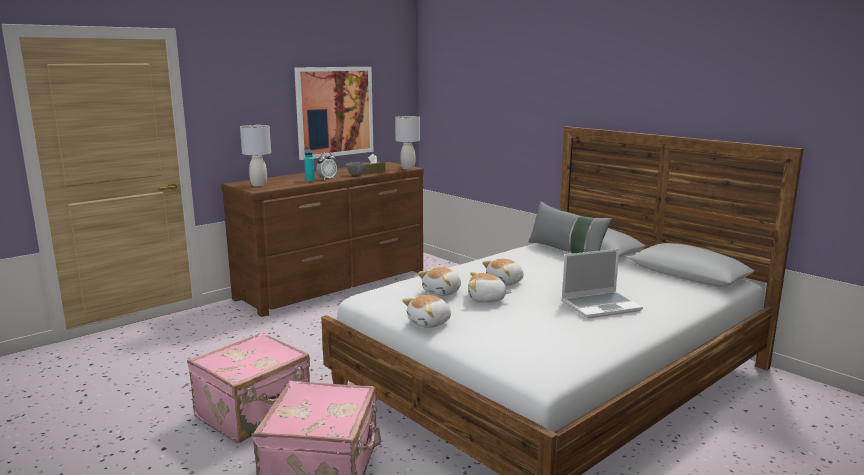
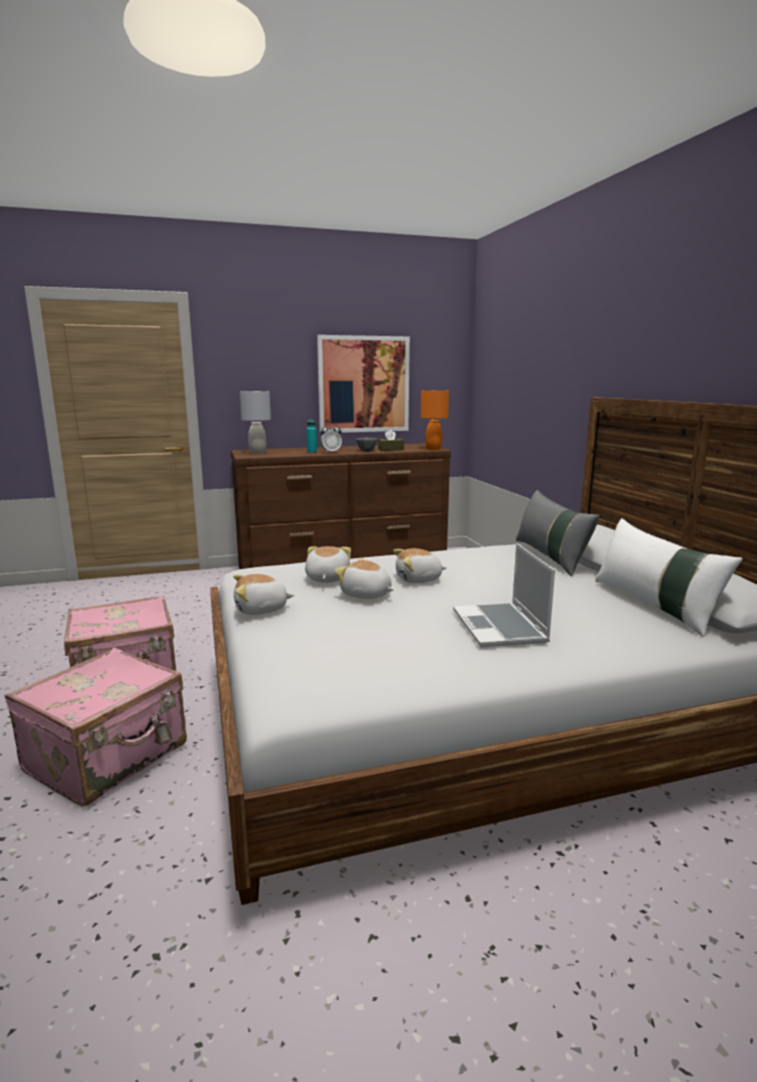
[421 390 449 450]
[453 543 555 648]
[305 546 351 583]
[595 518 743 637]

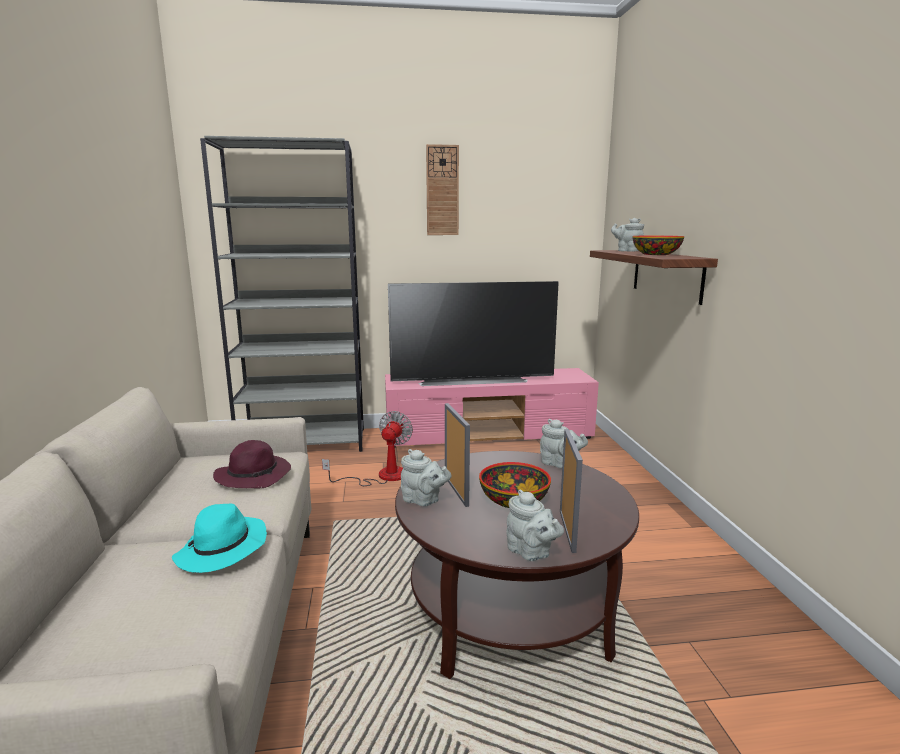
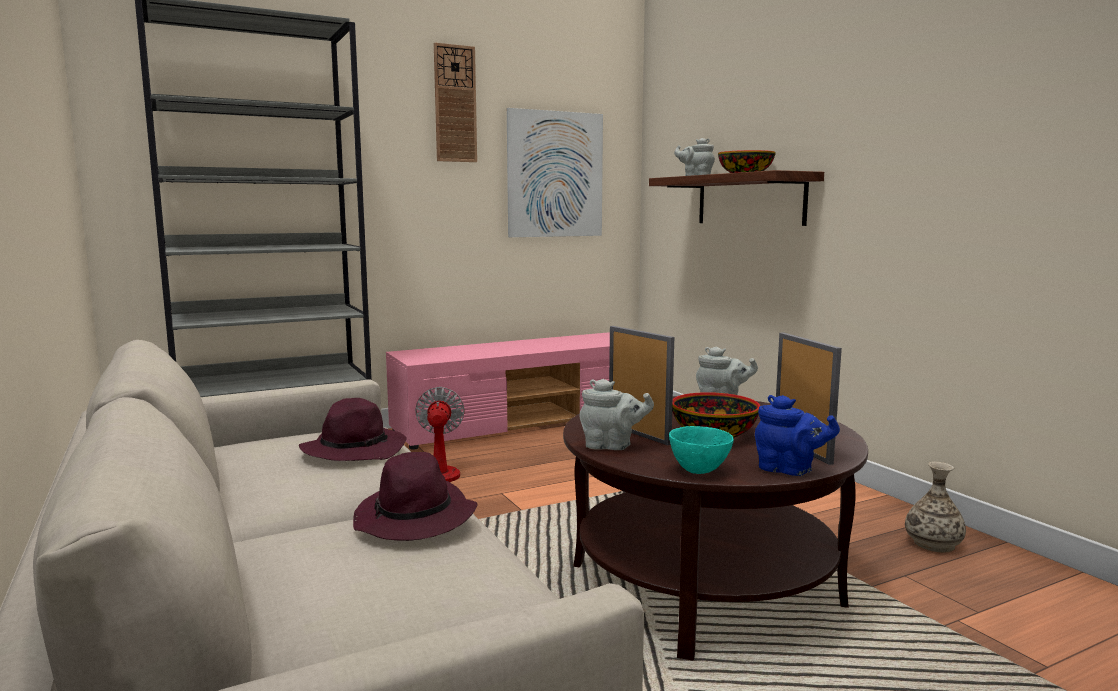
[388 281 559 386] (first image)
[755 395 840 476]
[353 452 478 541]
[507 108 603 237]
[669 426 734 474]
[905 462 966 553]

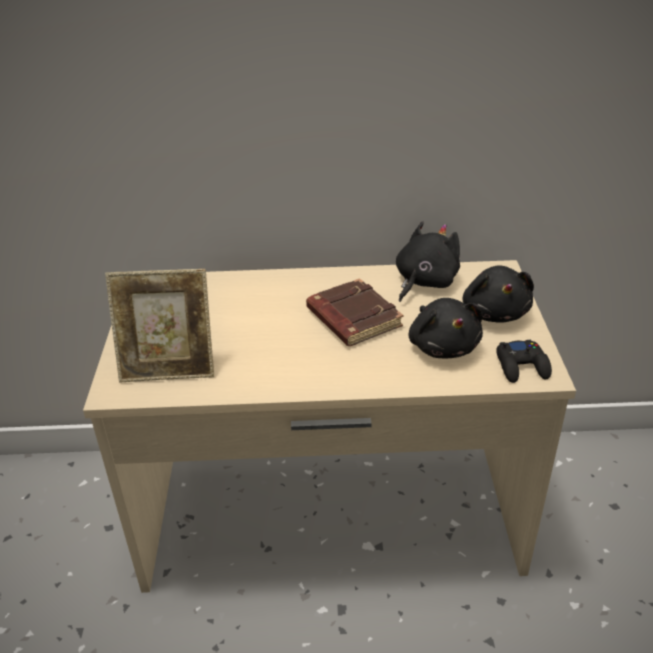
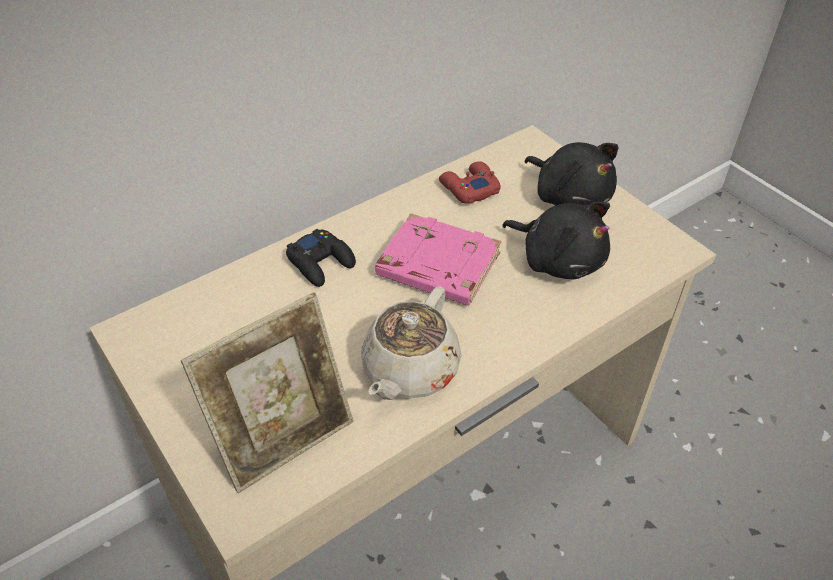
[439 161 501 204]
[375 213 501 306]
[286 229 356 287]
[361 286 461 400]

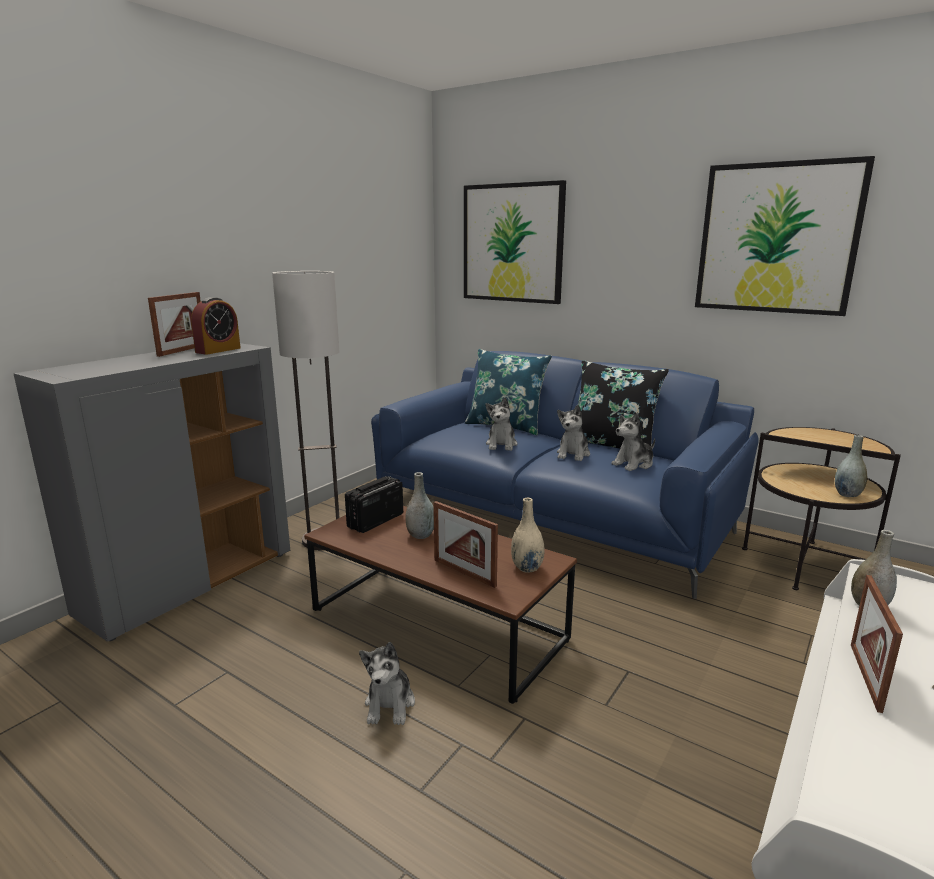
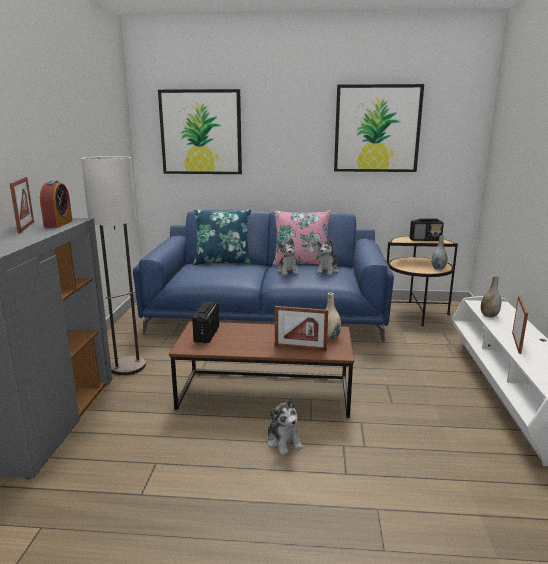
[273 210 331 266]
[485 397 518 451] (first image)
[405 472 434 539] (first image)
[512 296 528 354]
[410 218 444 241]

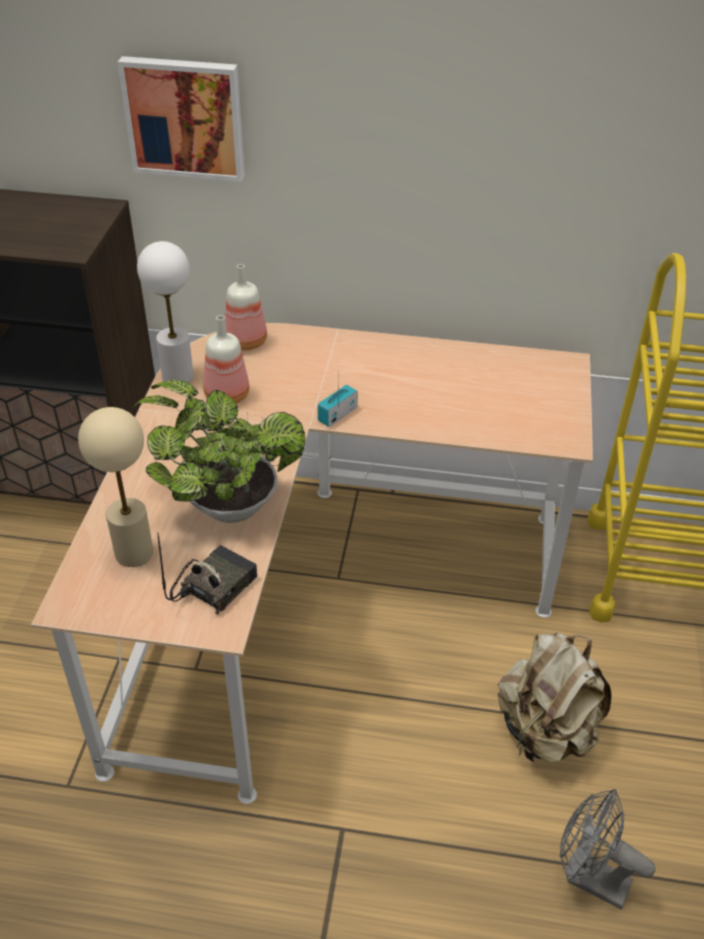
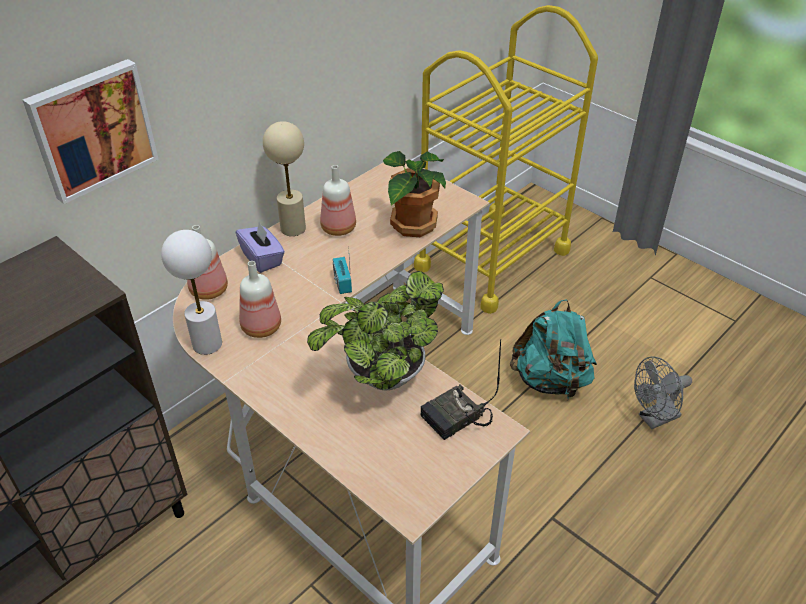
[263 121 306 236]
[420 339 501 440]
[510 299 597 399]
[383 151 446 237]
[320 165 356 236]
[236 222 285 273]

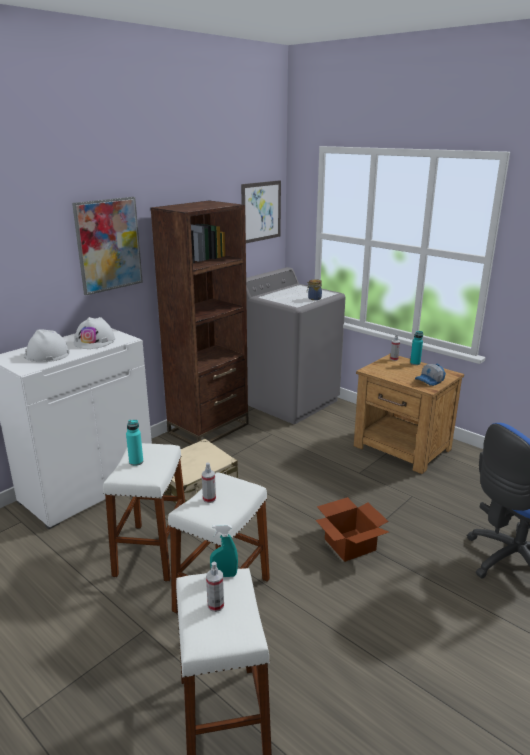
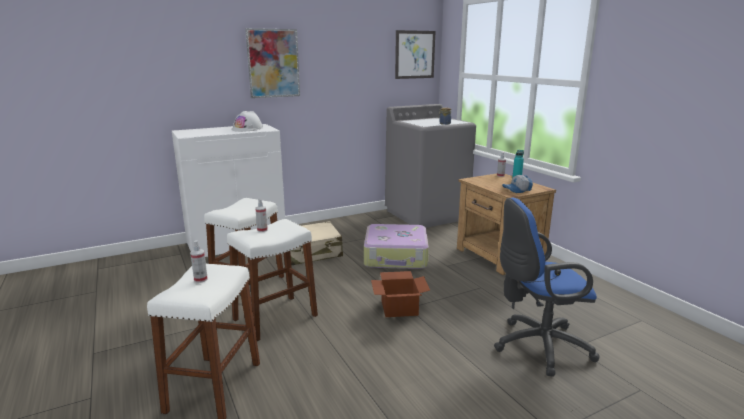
[150 201 248 445] (first image)
[24 329 70 362] (first image)
[126 420 143 466] (first image)
[210 524 238 577] (first image)
[364 224 429 269]

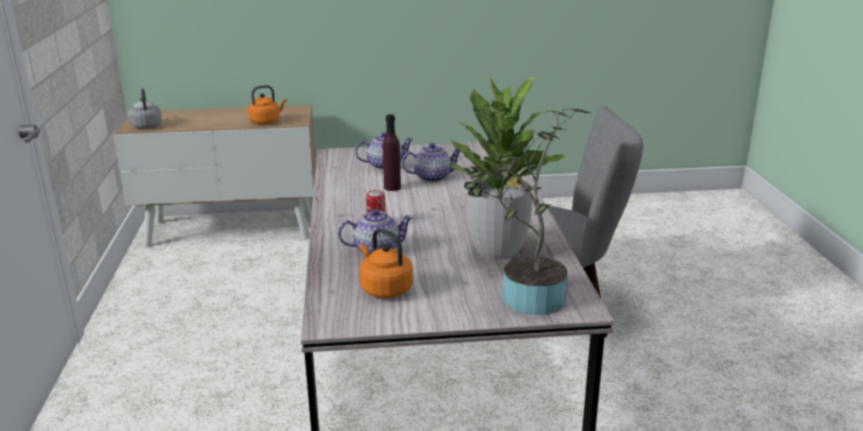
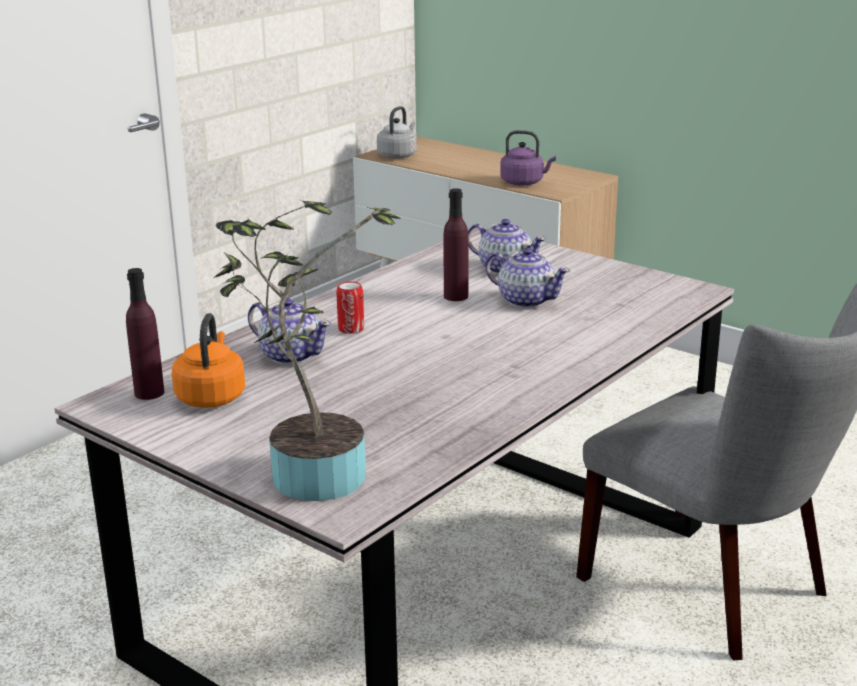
[446 77 567 259] (first image)
[500 130 556 186]
[126 268 164 400]

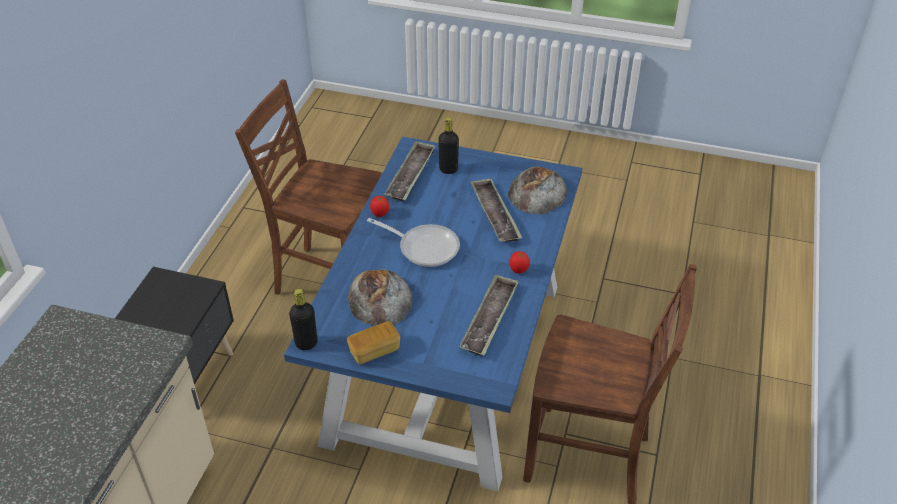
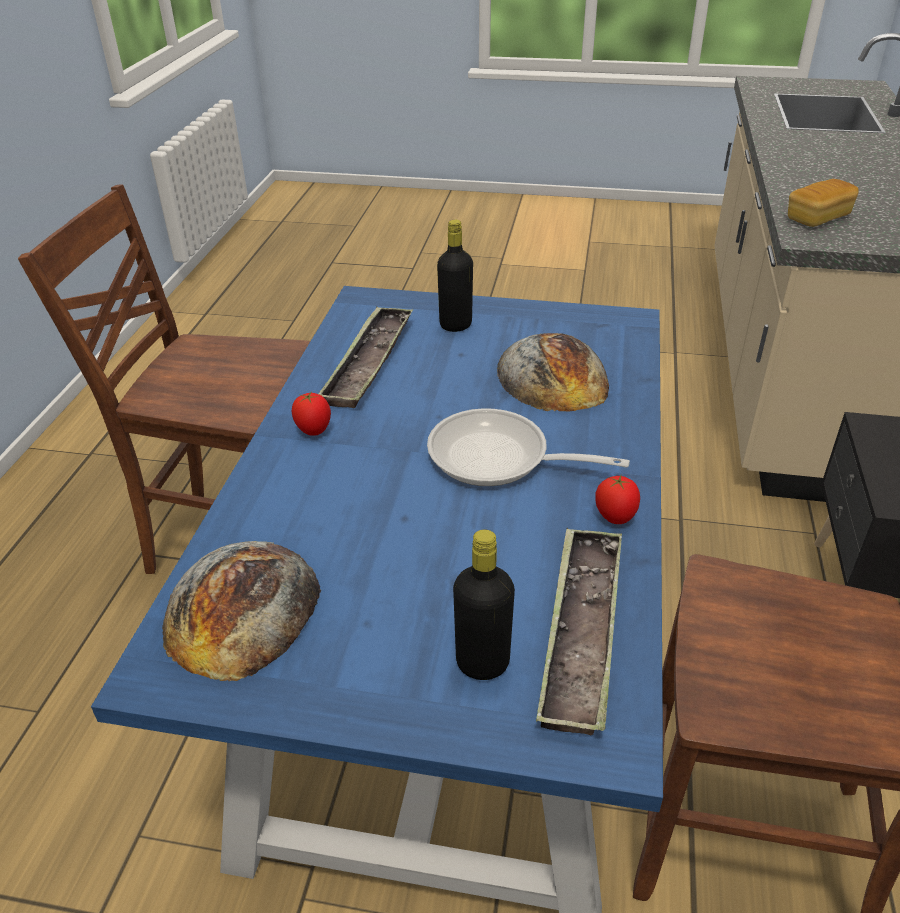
[470 178 522 242] (first image)
[437 220 473 332]
[788 179 858 227]

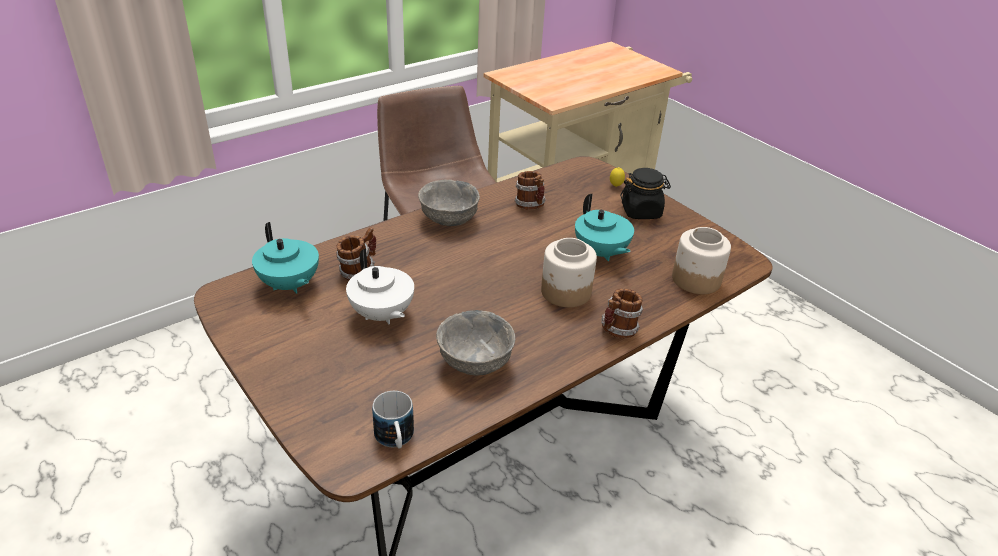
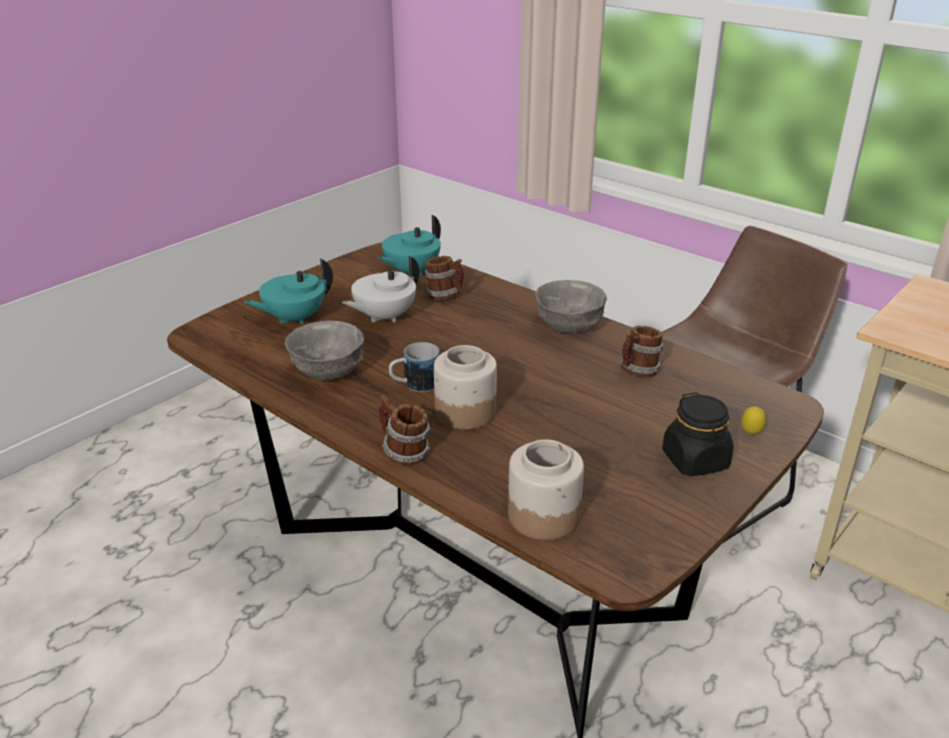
[244 258 333 324]
[389 342 440 392]

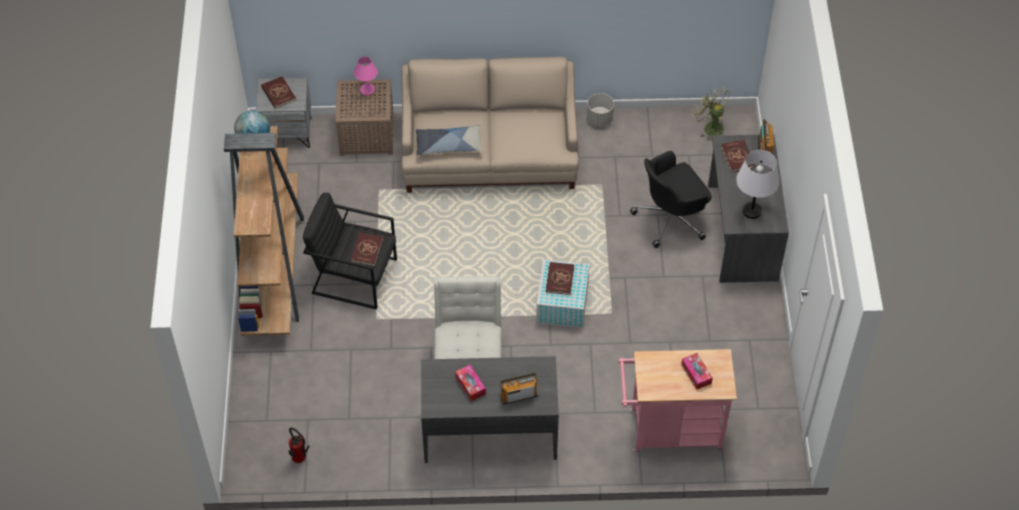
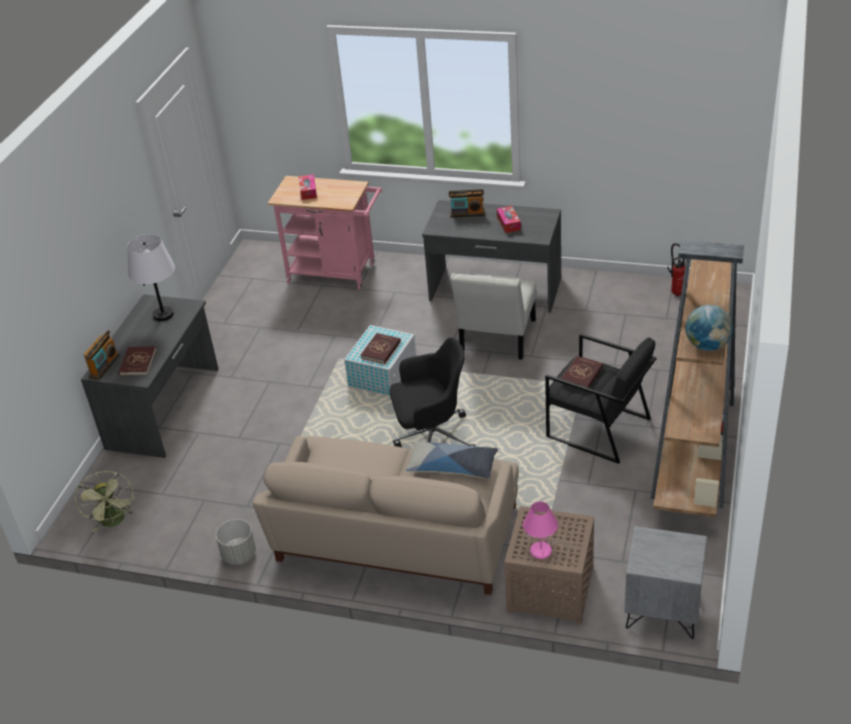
[261 76 296 109] (first image)
[390 337 476 447]

